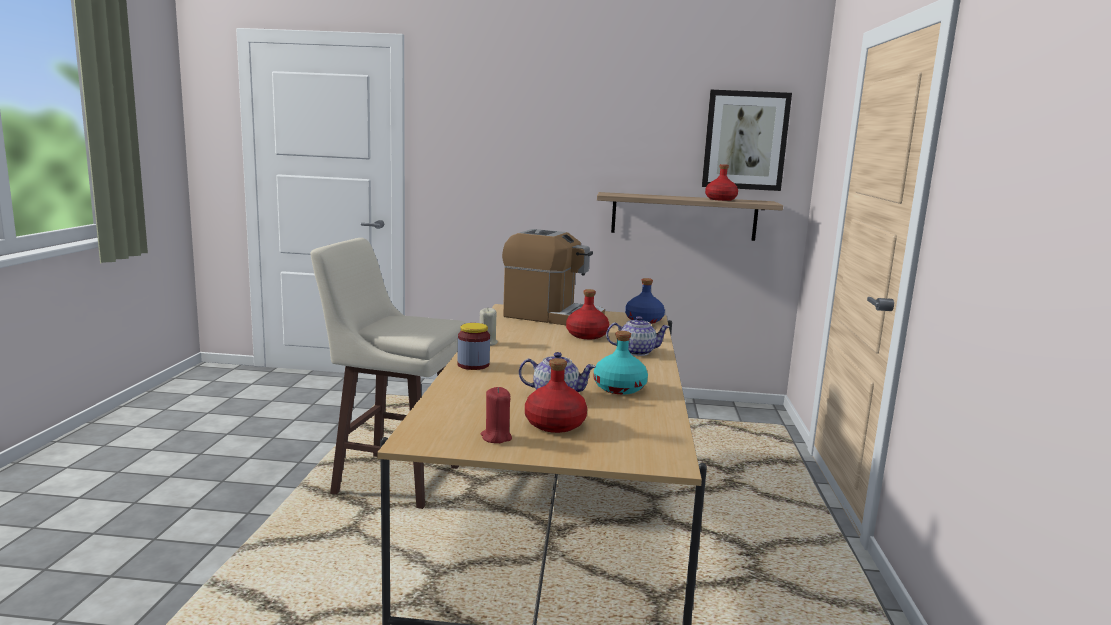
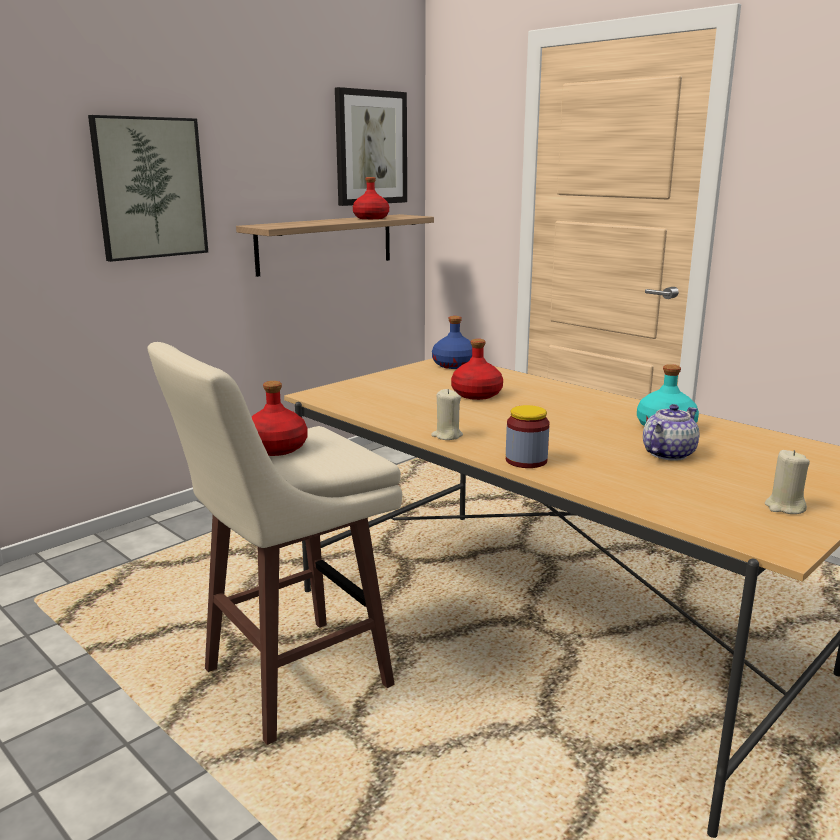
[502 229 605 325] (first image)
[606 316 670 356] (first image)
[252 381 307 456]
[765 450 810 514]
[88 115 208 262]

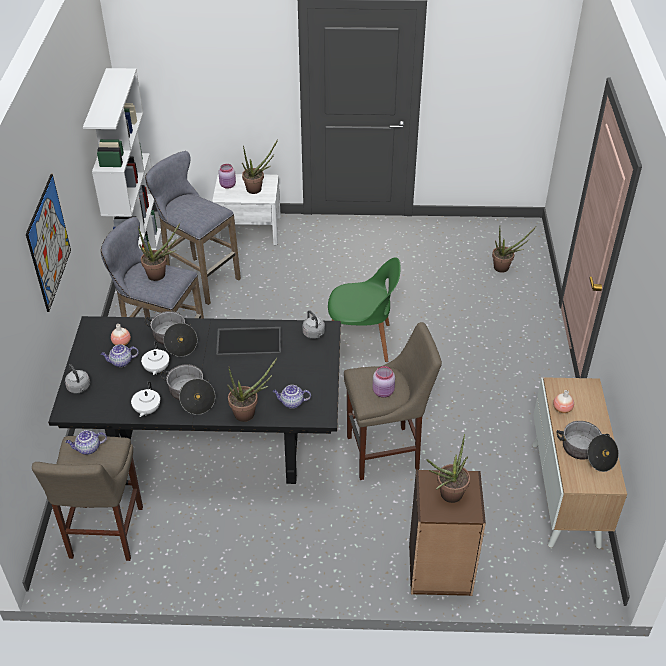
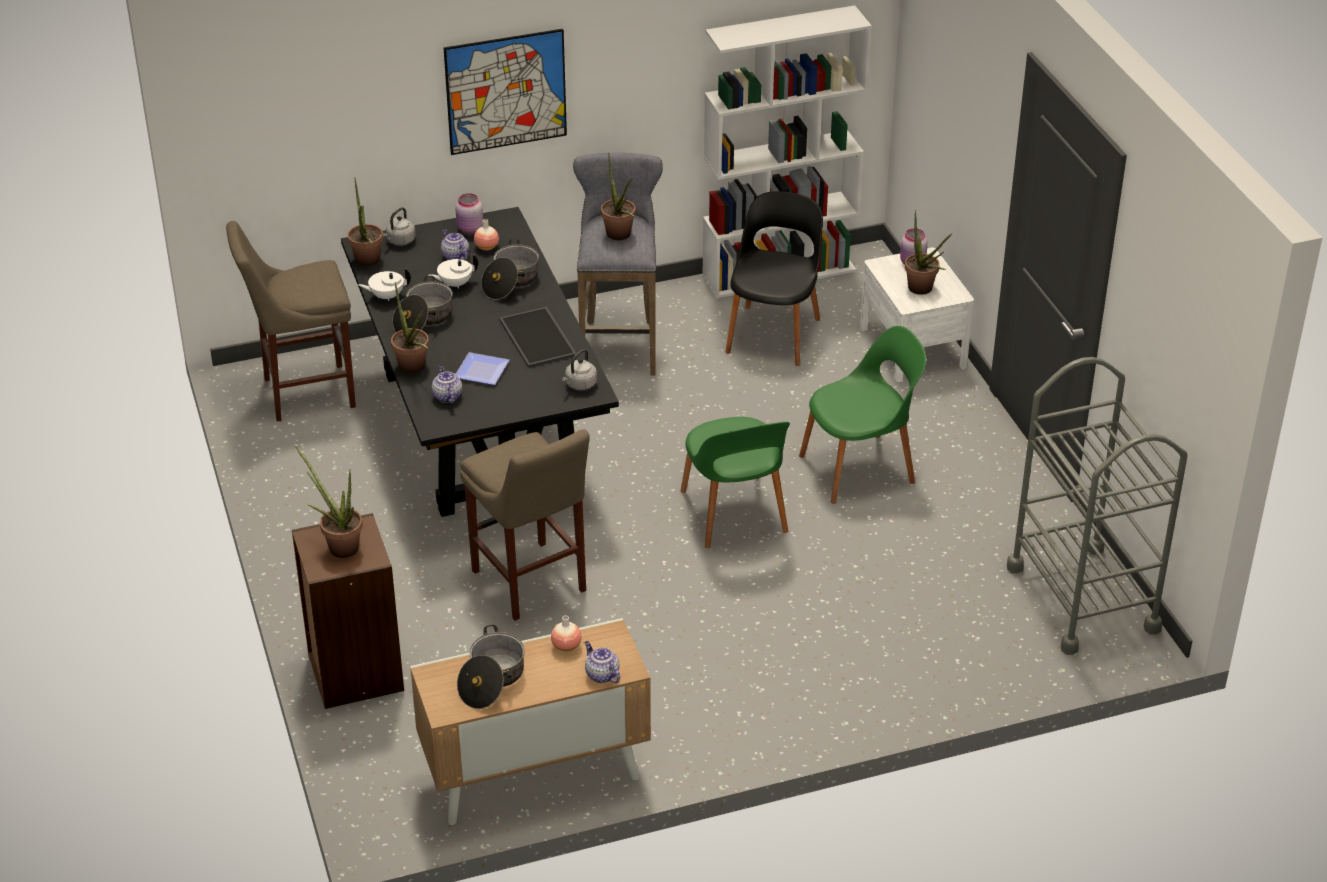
[725 191 823 366]
[347 177 383 266]
[455 193 483 233]
[585 641 620 683]
[799 326 926 504]
[455 352 509 385]
[1007 357 1188 655]

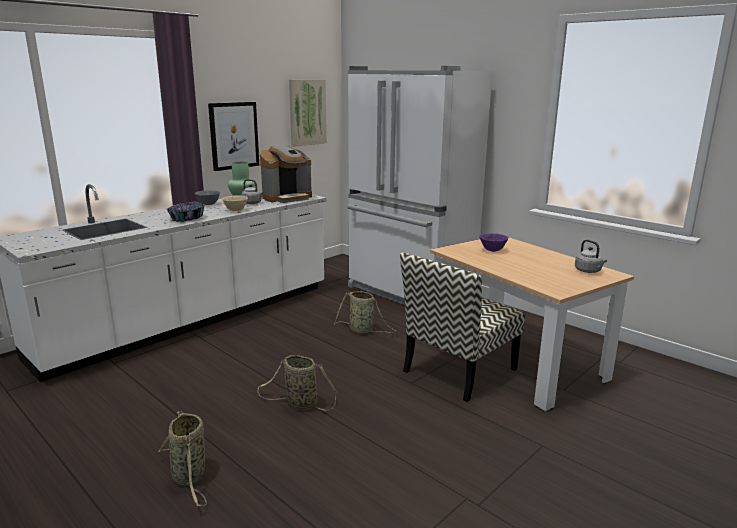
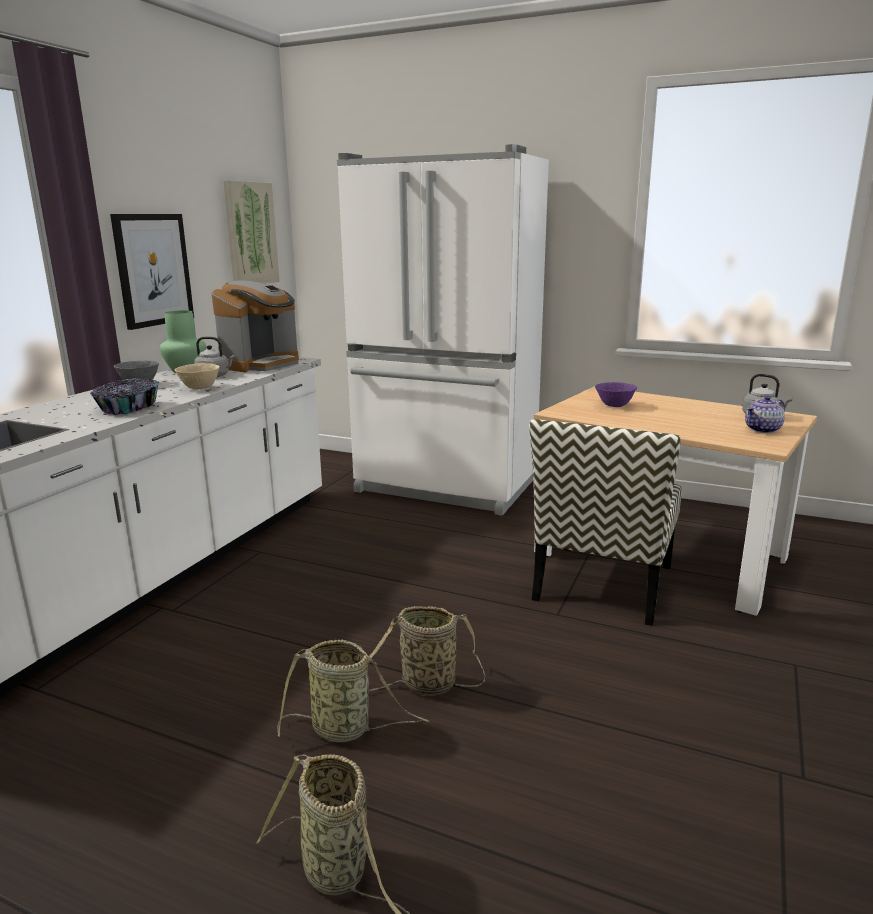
[277 640 430 742]
[745 396 785 433]

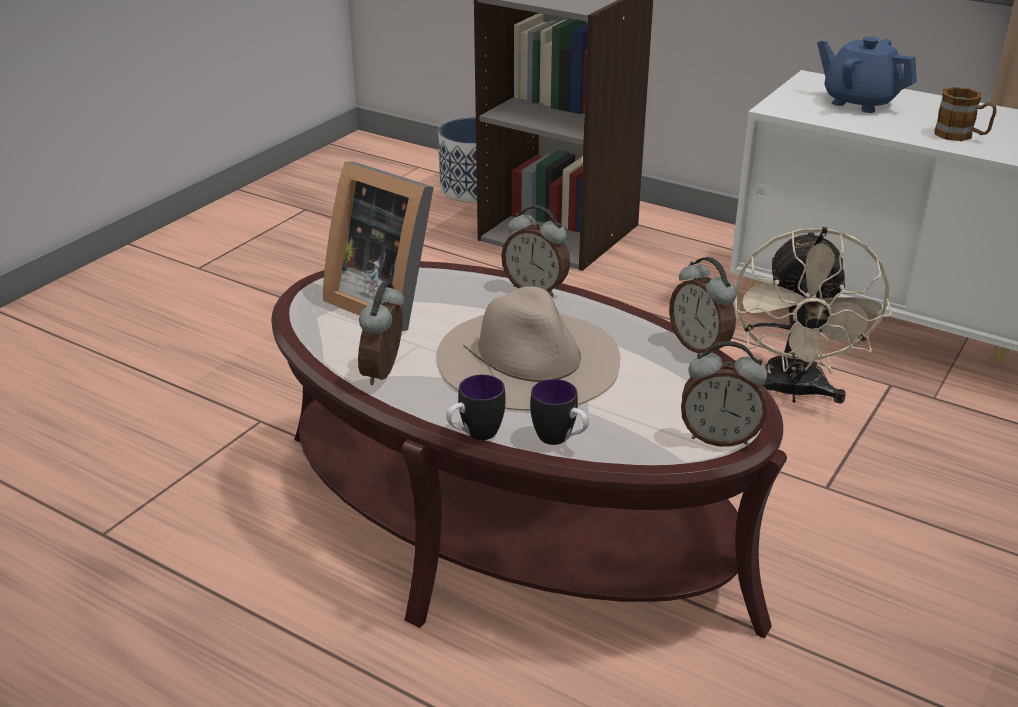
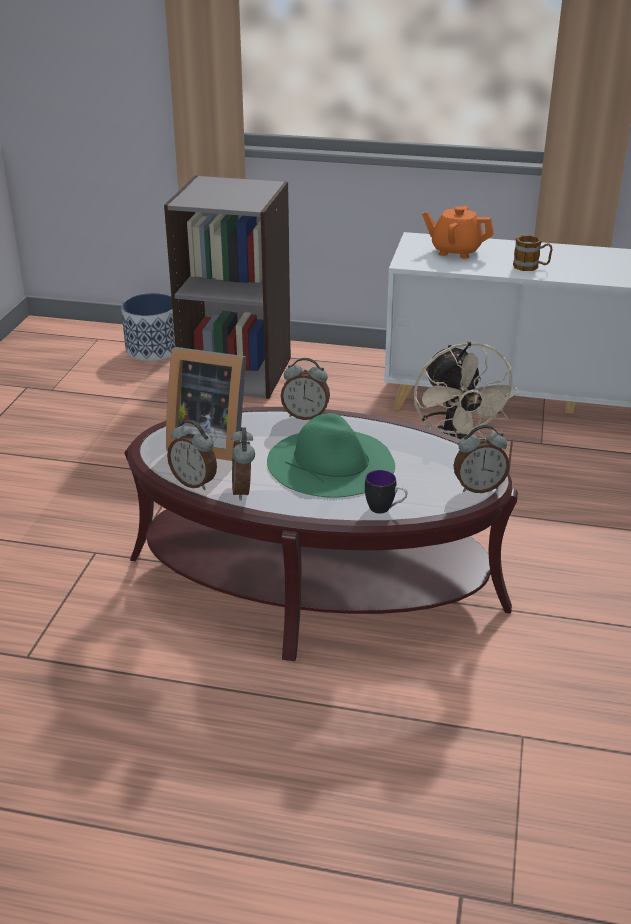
[422 206 494 259]
[167 420 217 490]
[267 413 395 498]
[446 375 506 440] (first image)

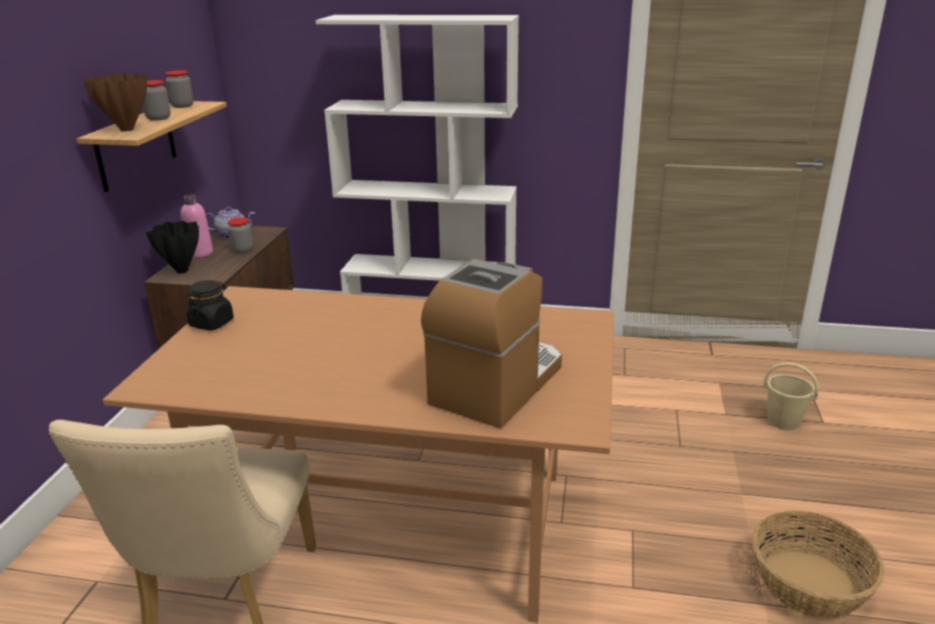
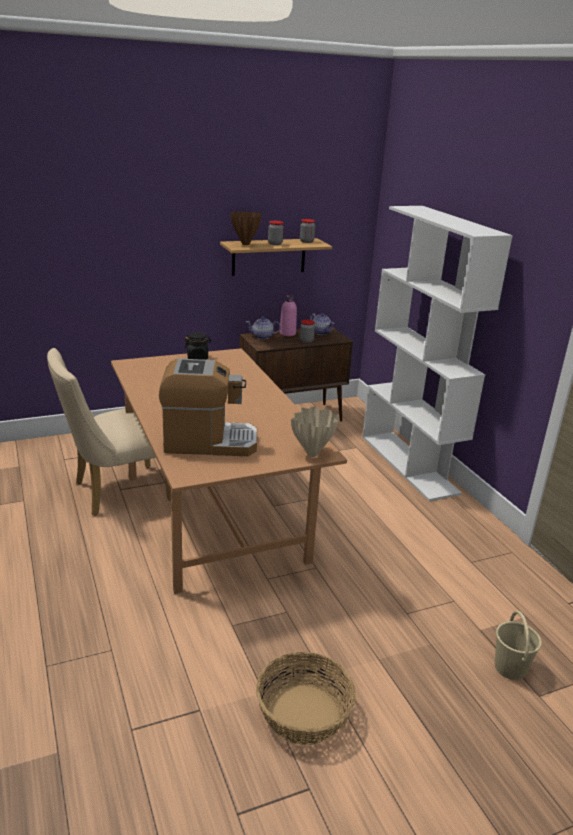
[246 317 281 339]
[291 406 339 457]

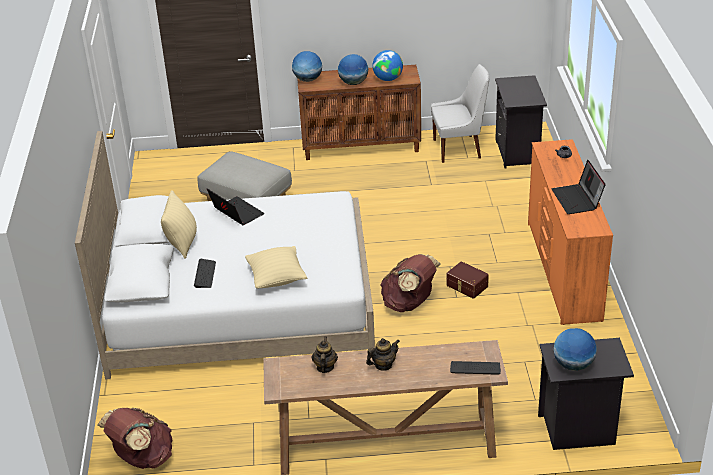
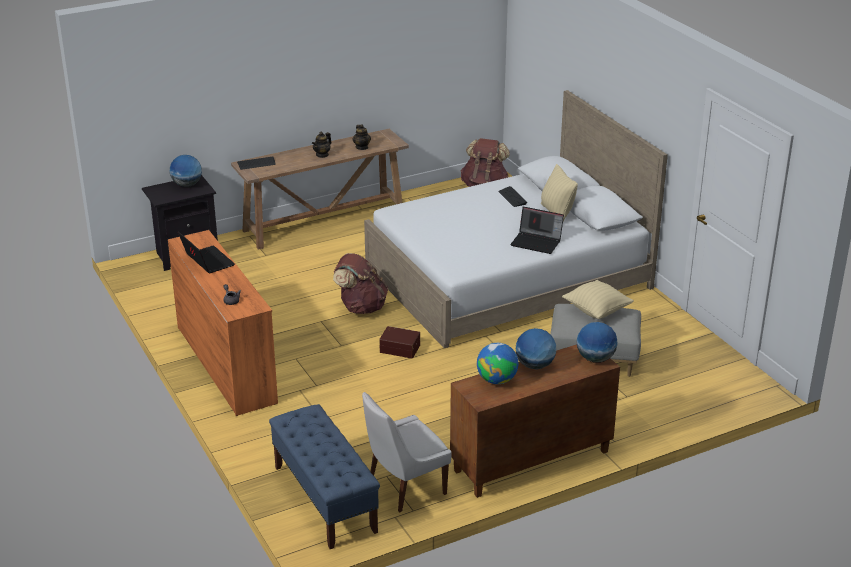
[269 404 380 549]
[562 280 634 319]
[379 326 420 358]

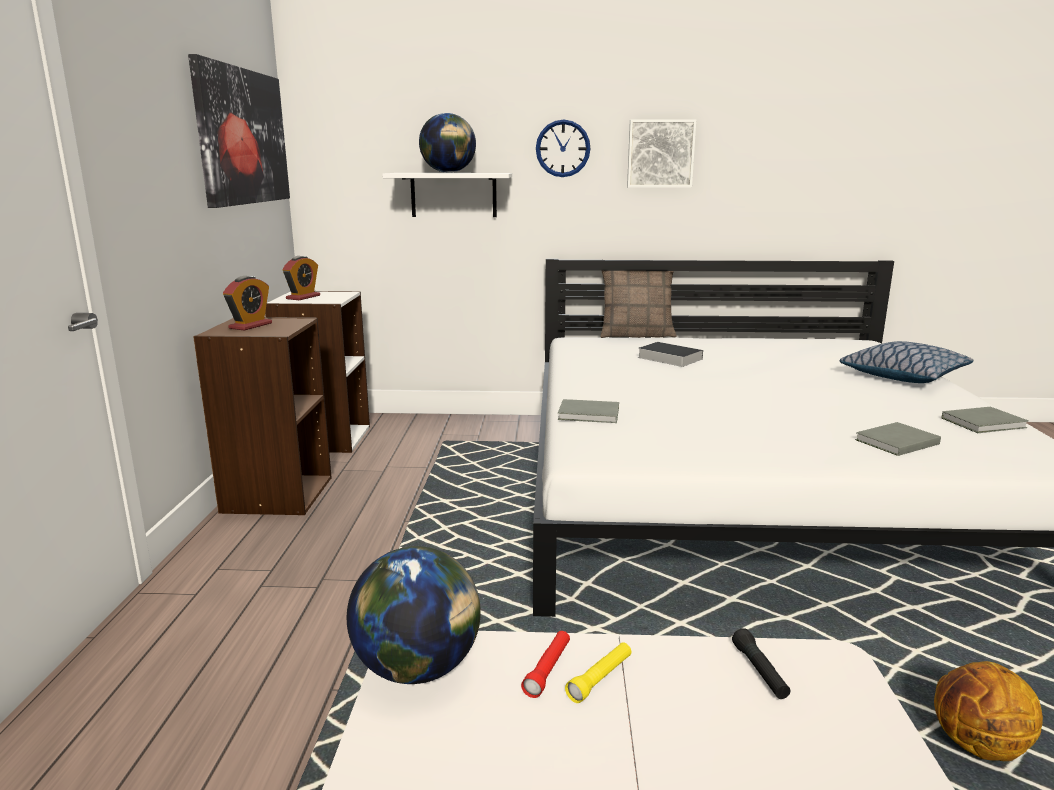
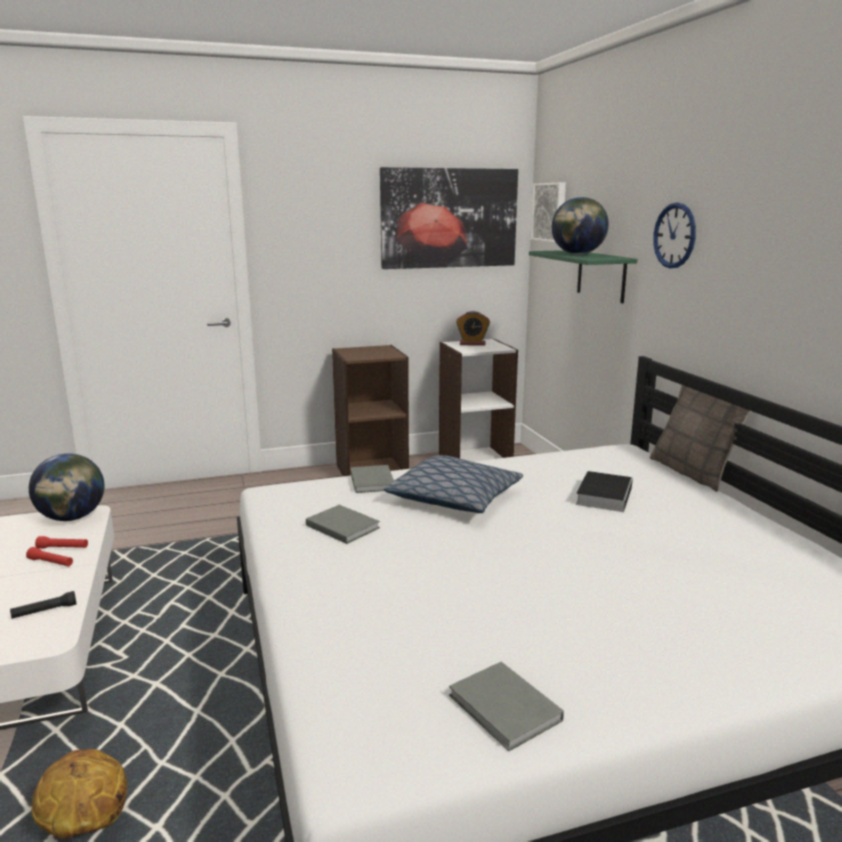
[531 183 566 243]
[529 250 637 303]
[223 276 272 331] (first image)
[384 455 523 513]
[306 505 380 544]
[26 547 73 566]

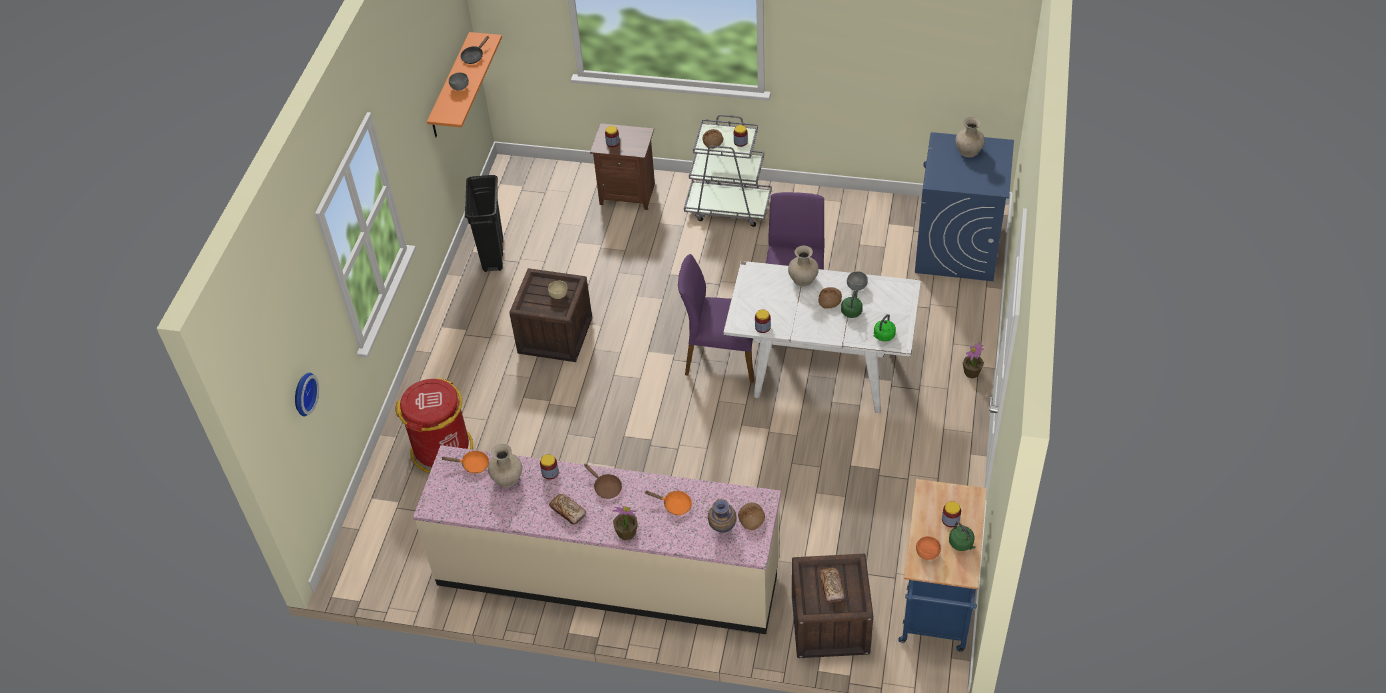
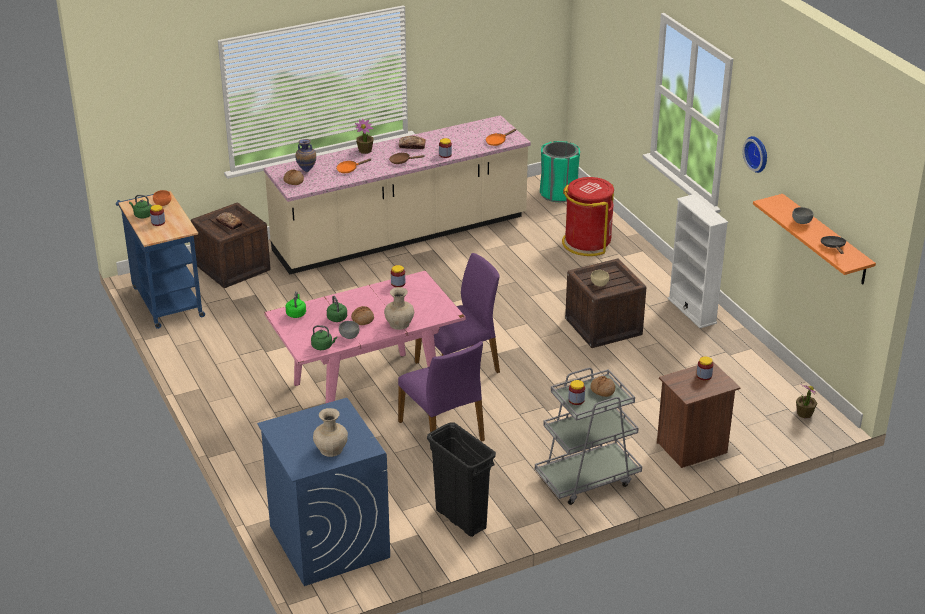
[427 422 496 537]
[264 271 466 403]
[796 383 818 418]
[743 136 767 173]
[488 444 522 487] (first image)
[540 141 580 202]
[668 194 728 328]
[311 325 337 350]

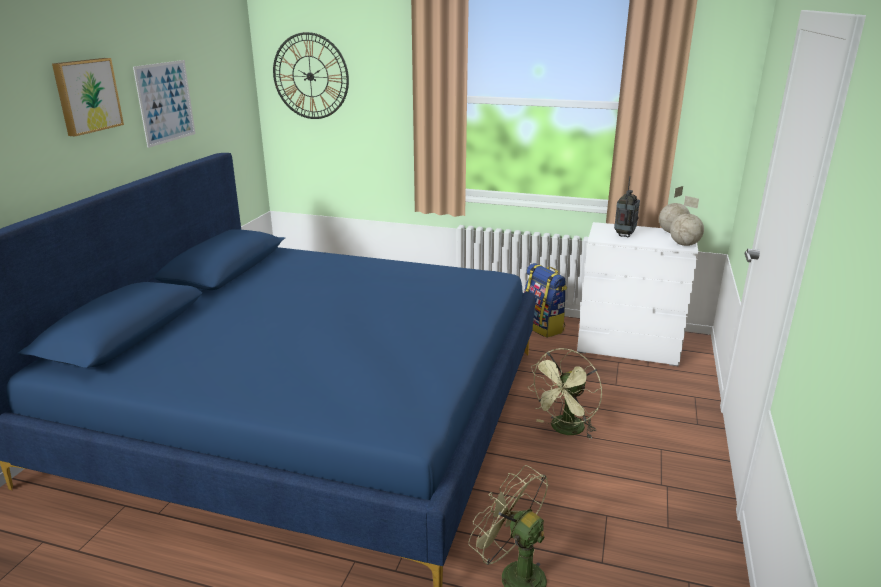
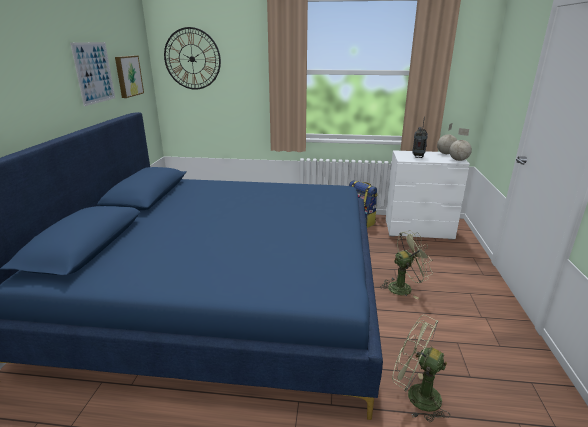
[115 55 144 98]
[380 230 433 299]

